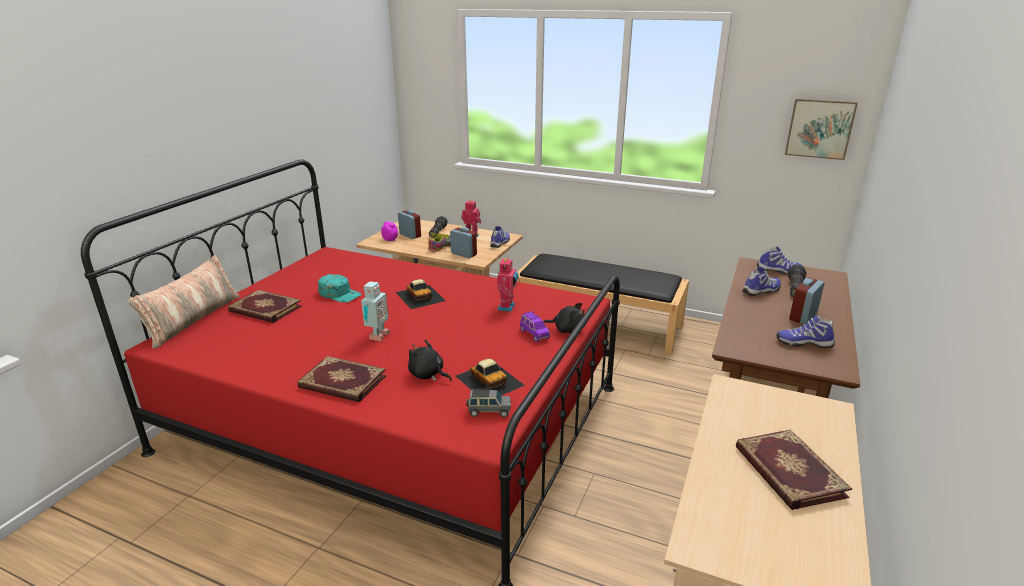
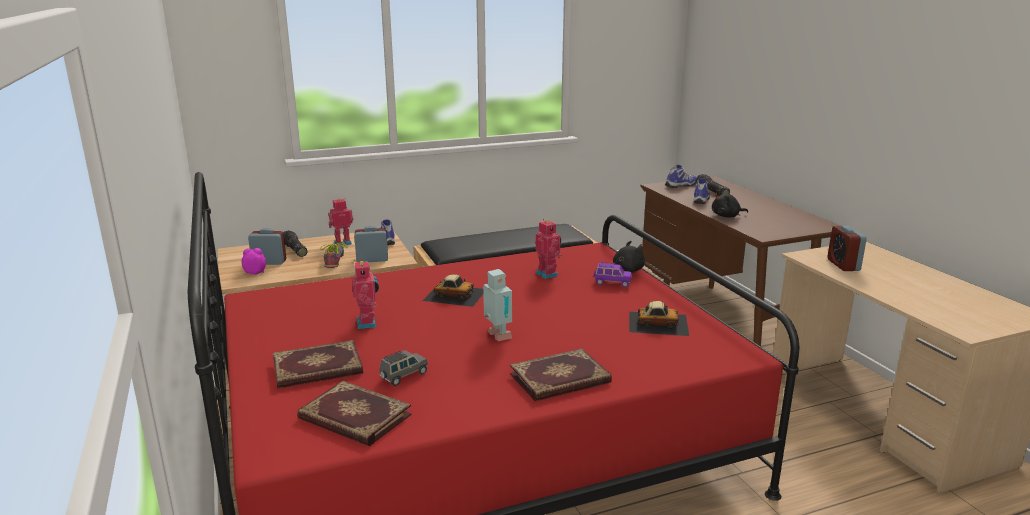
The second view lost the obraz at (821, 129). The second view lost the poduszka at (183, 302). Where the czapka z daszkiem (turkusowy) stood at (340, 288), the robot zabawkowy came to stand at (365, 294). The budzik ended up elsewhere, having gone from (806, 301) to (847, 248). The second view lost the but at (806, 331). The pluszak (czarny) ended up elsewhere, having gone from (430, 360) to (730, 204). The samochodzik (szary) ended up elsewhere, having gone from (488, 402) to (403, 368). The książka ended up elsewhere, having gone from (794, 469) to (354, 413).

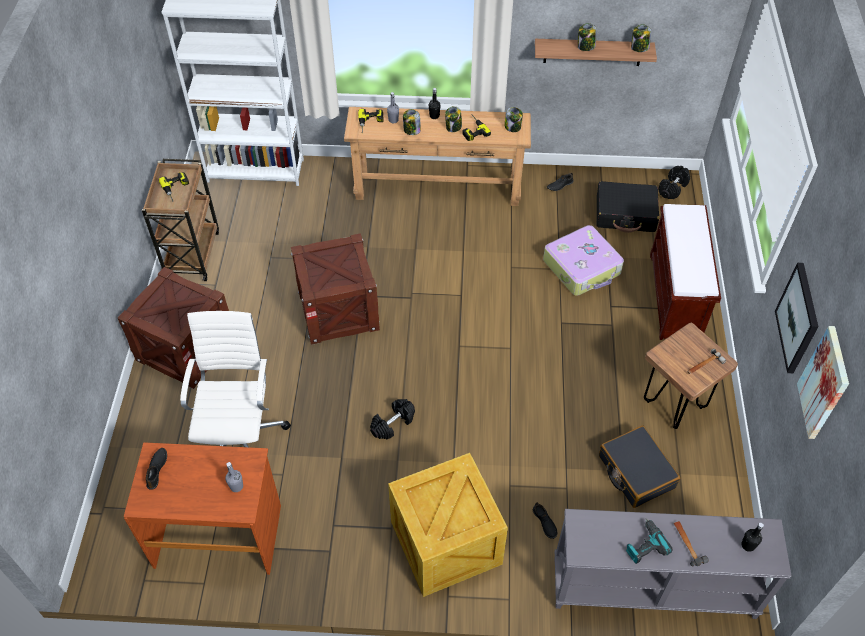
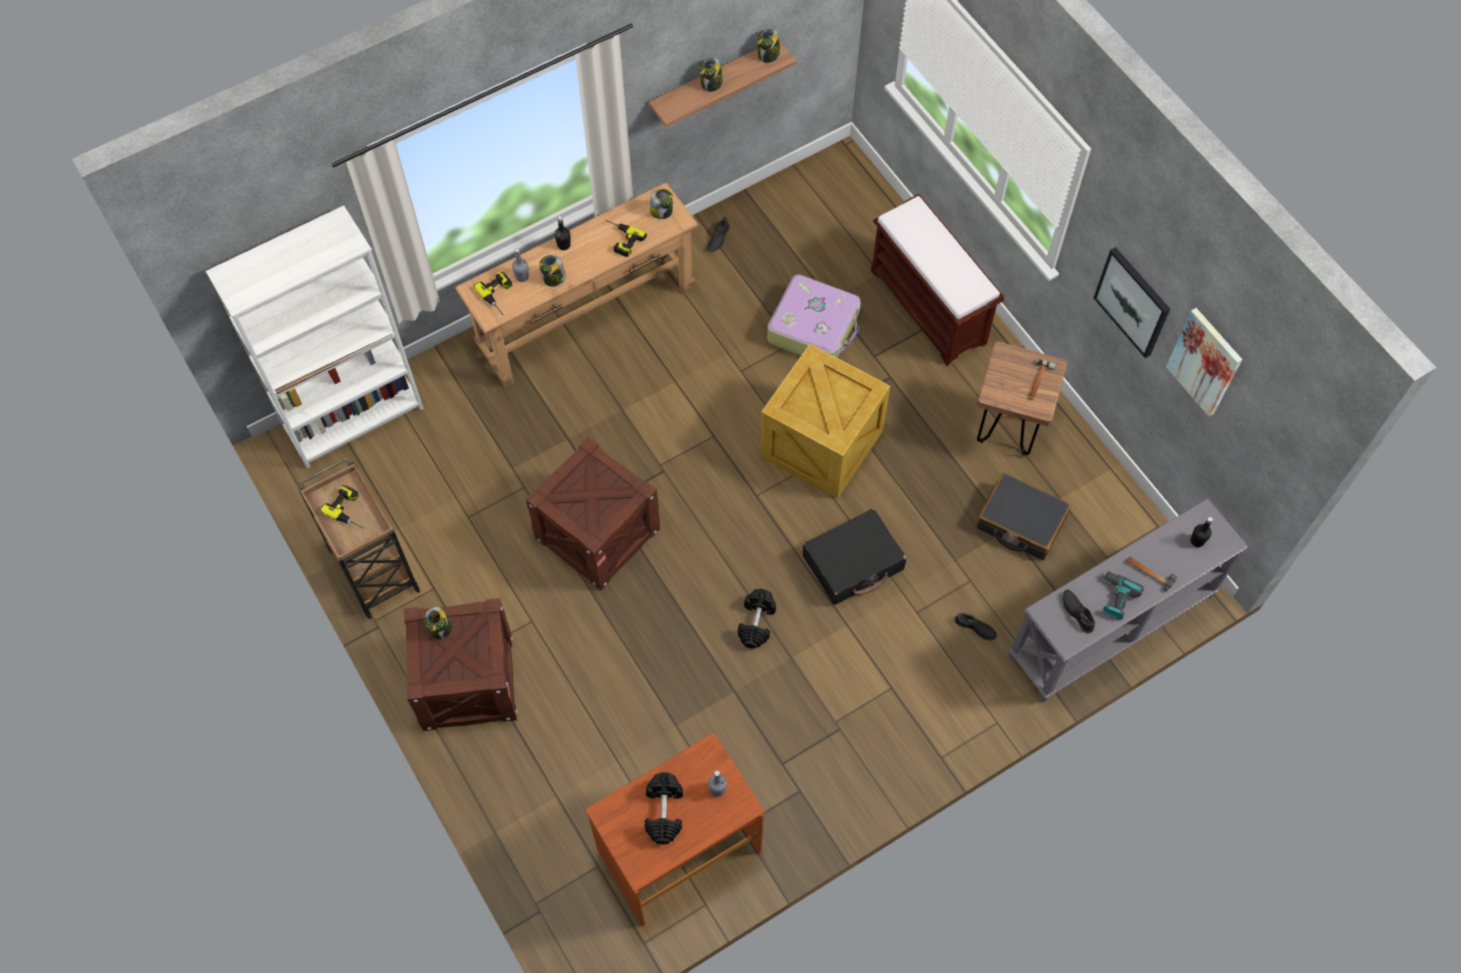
The słoik ended up elsewhere, having gone from (453, 119) to (438, 623). The hantel (czarny) ended up elsewhere, having gone from (674, 182) to (663, 808). The walizka (czarny) ended up elsewhere, having gone from (628, 207) to (854, 557). The second view lost the krzesło biurowe (biały) at (235, 379). The but (czarny) ended up elsewhere, having gone from (156, 468) to (1078, 611). The skrzynka ended up elsewhere, having gone from (448, 525) to (825, 421).

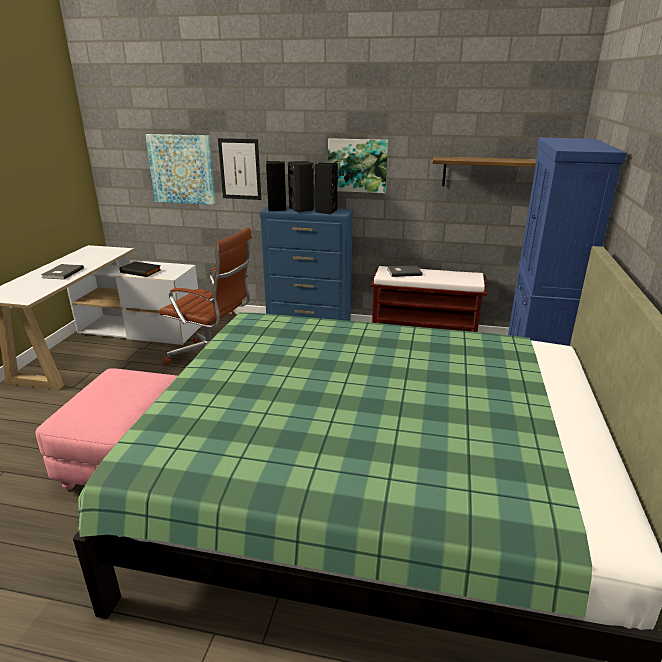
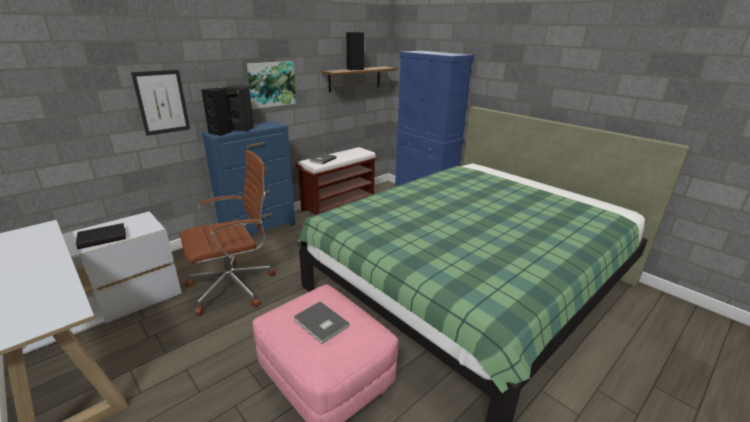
The second view lost the obraz at (180, 169). The głośnik (czarny) ended up elsewhere, having gone from (326, 188) to (355, 51). The książka (szary) ended up elsewhere, having gone from (62, 272) to (321, 323).

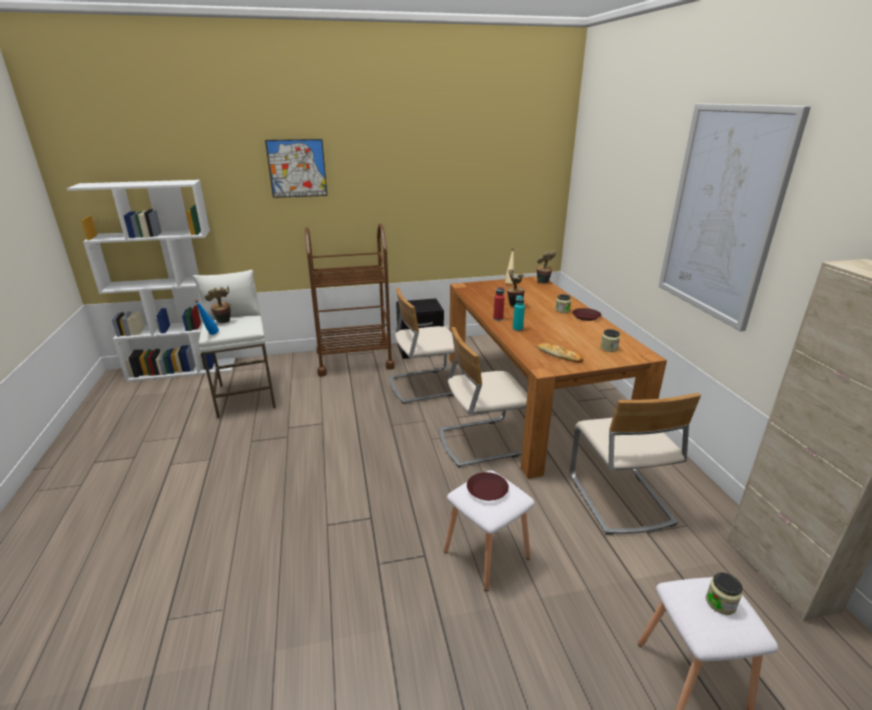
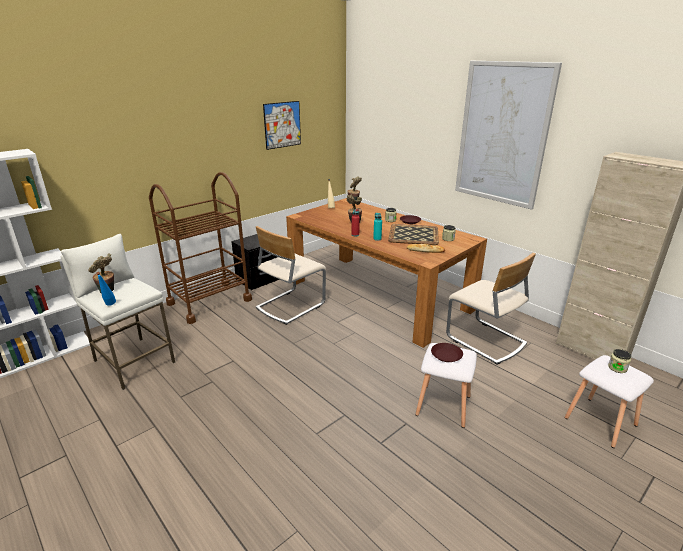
The obraz ended up elsewhere, having gone from (296, 168) to (282, 125). The second view lost the krzesło (beżowy) at (483, 397). The second view gained the taca at (413, 234).

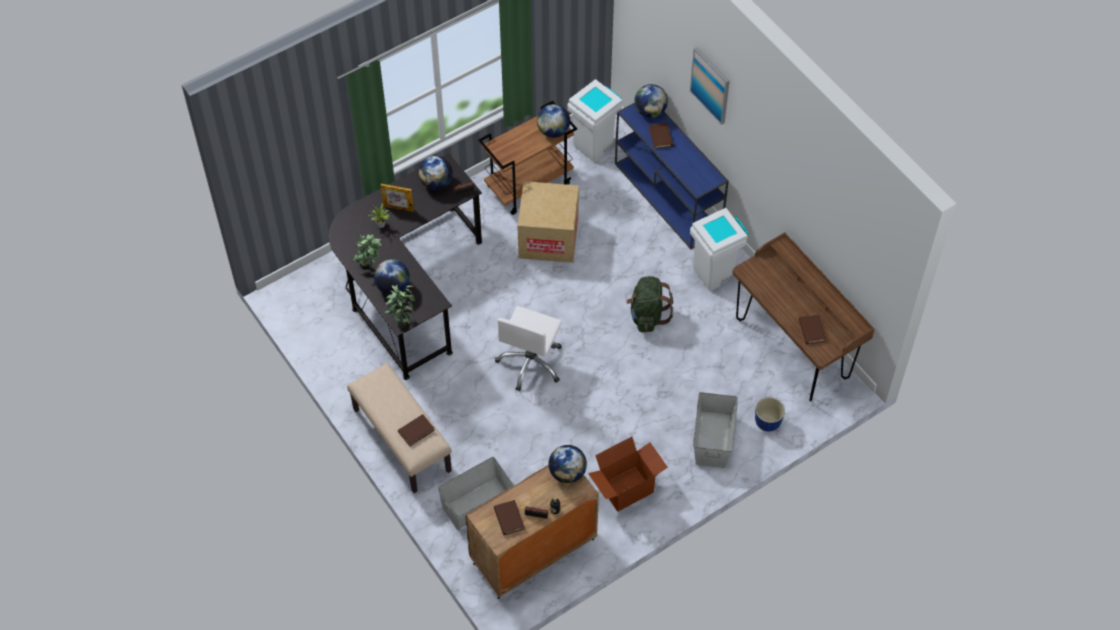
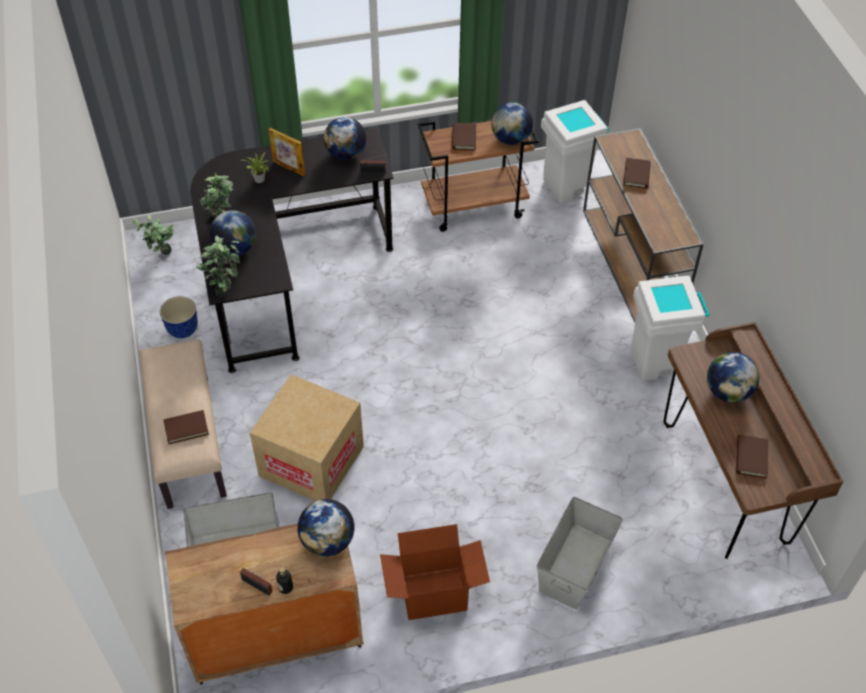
The second view lost the obraz at (710, 86). The globus ended up elsewhere, having gone from (651, 101) to (733, 377). What was the stolik konsolowy (niebieski) at (672, 176) turned into the stolik konsolowy (brązowy) at (643, 225). The karton ended up elsewhere, having gone from (548, 222) to (307, 437). The second view lost the plecak (zielony) at (649, 304). The second view lost the krzesło biurowe (biały) at (528, 348). The donica ended up elsewhere, having gone from (770, 414) to (179, 317). The książka (brązowy) ended up elsewhere, having gone from (509, 517) to (464, 136). The second view gained the roślina doniczkowa at (154, 235).

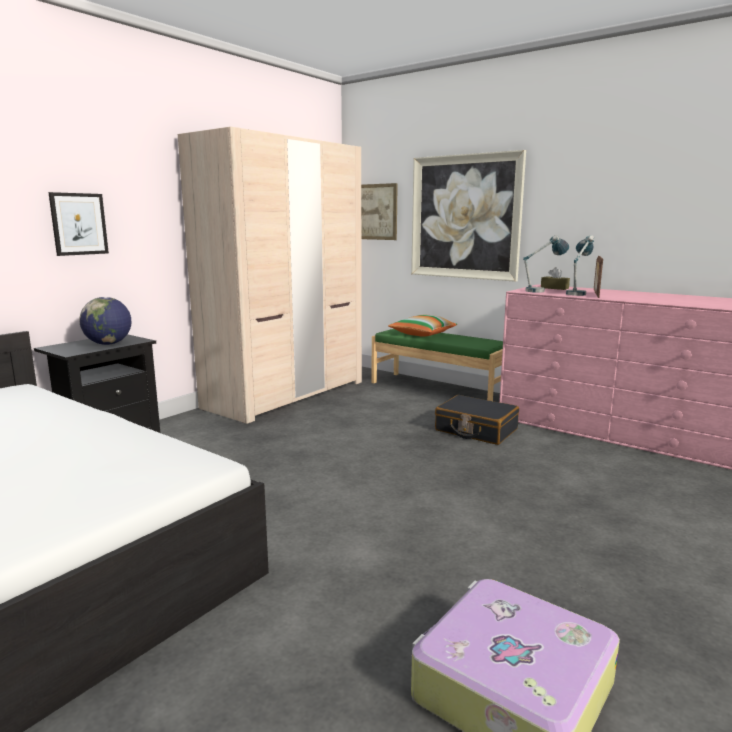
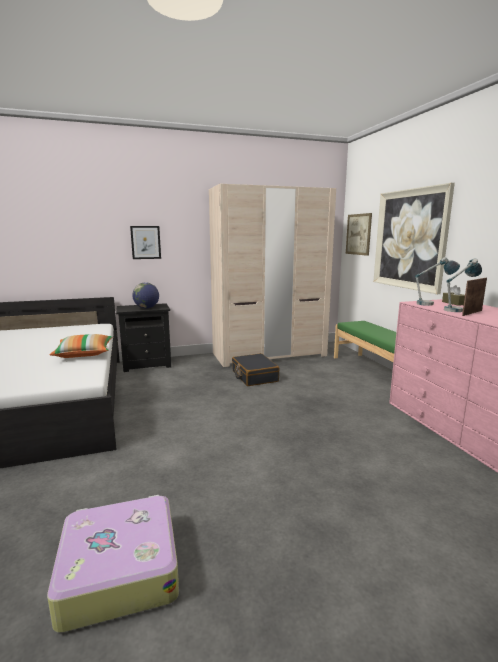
The poduszka ended up elsewhere, having gone from (422, 326) to (81, 346). The walizka (czarny) ended up elsewhere, having gone from (477, 420) to (256, 369).

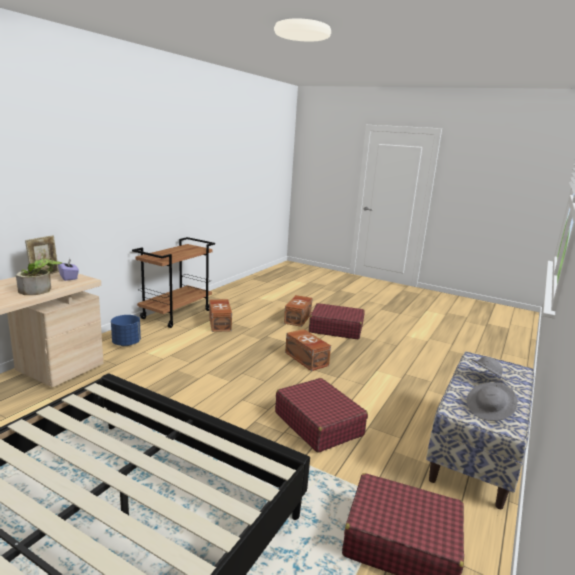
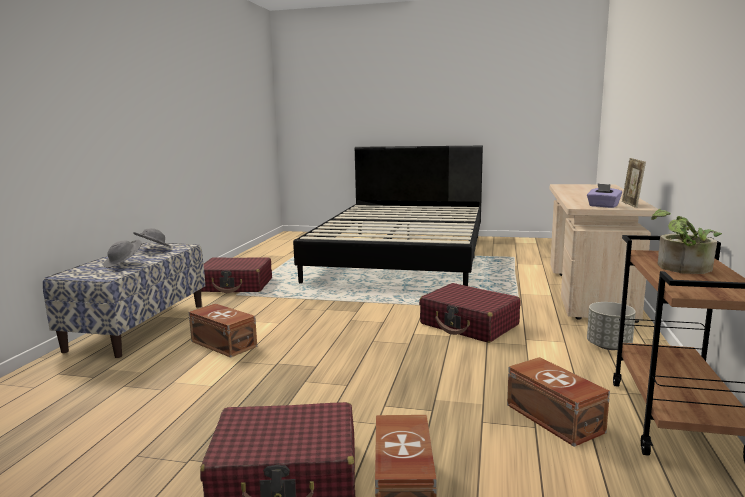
The roślina doniczkowa ended up elsewhere, having gone from (39, 277) to (686, 241). What was the donica (niebieski) at (126, 330) turned into the donica (szary) at (611, 326). The pojemnik do przechowywania (brązowy) ended up elsewhere, having gone from (308, 350) to (223, 330). The walizka (czerwony) ended up elsewhere, having gone from (321, 415) to (470, 313).

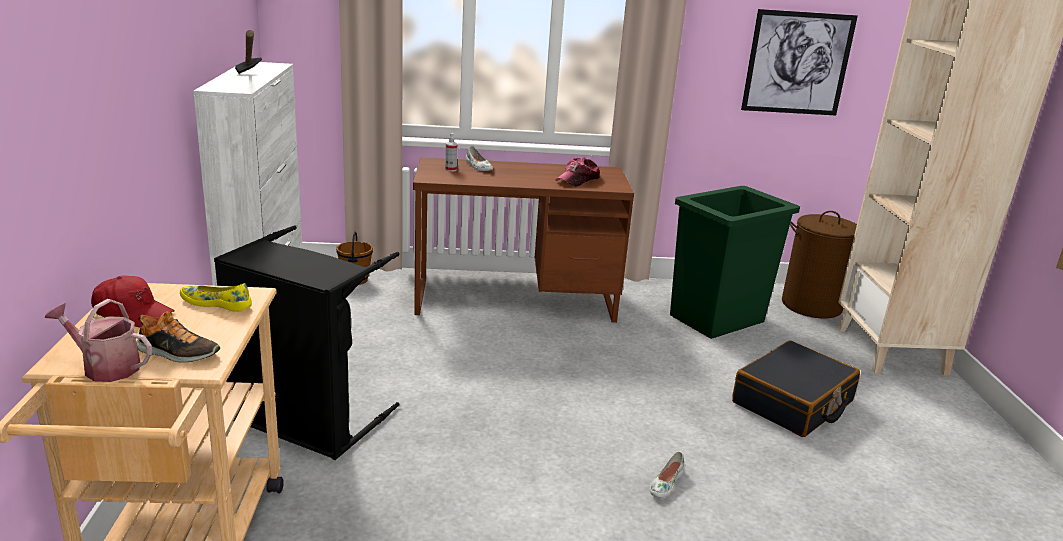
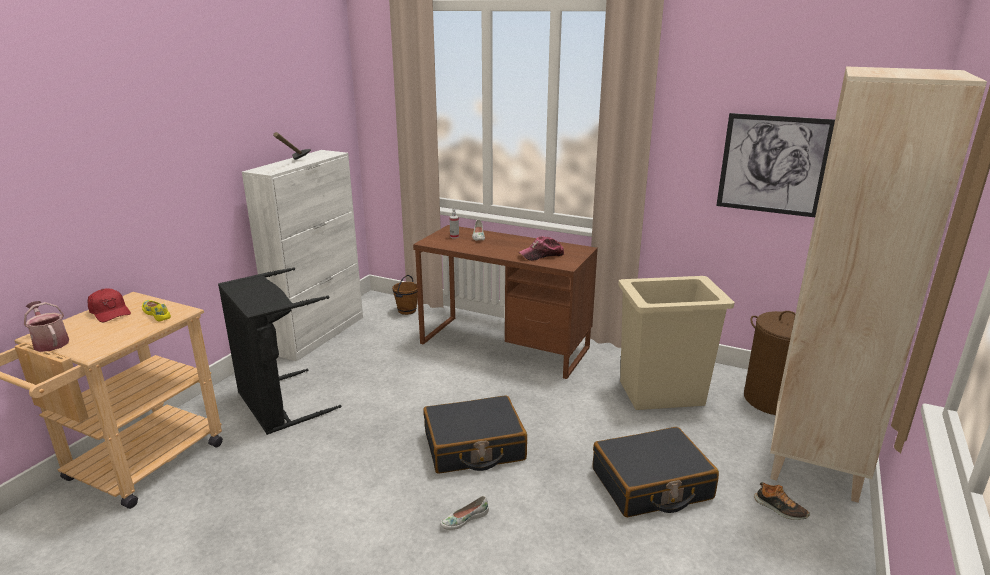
What was the kosz na śmieci (zielony) at (735, 262) turned into the kosz na śmieci (beżowy) at (676, 343). The but ended up elsewhere, having gone from (178, 337) to (782, 501). The second view gained the walizka (czarny) at (475, 434).

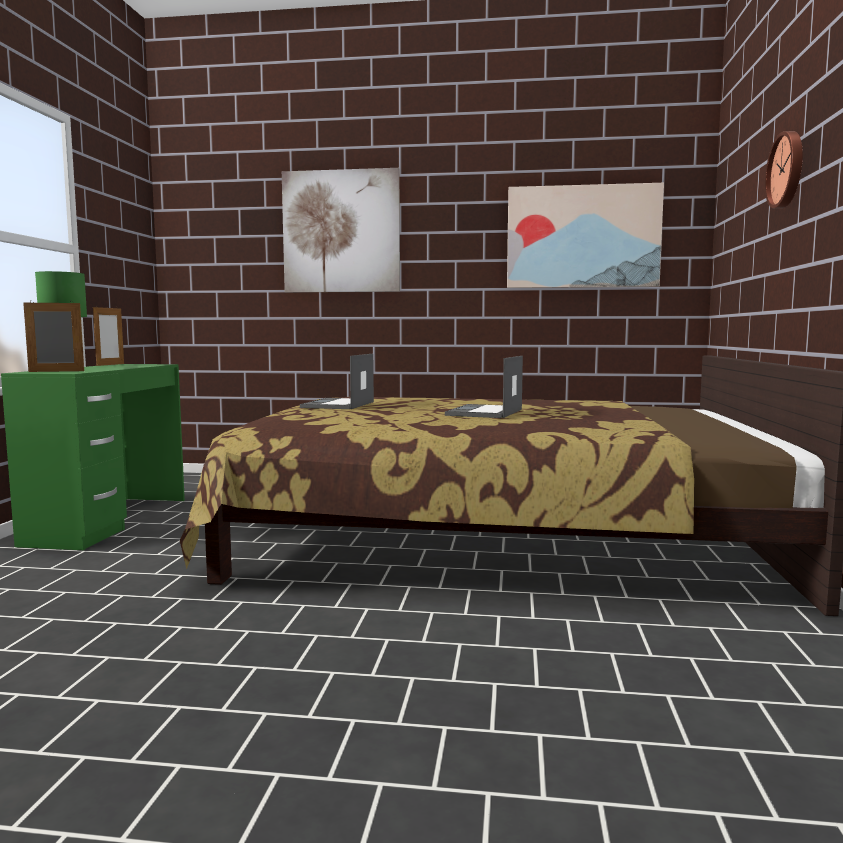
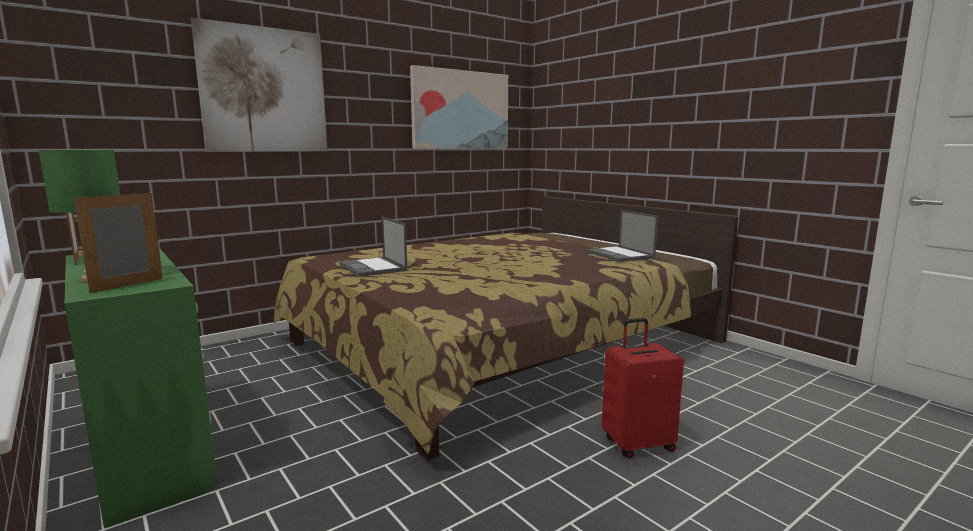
The second view lost the zegar ścienny at (784, 169). The laptop ended up elsewhere, having gone from (484, 387) to (621, 236). The second view gained the walizka (czerwony) at (643, 388).

